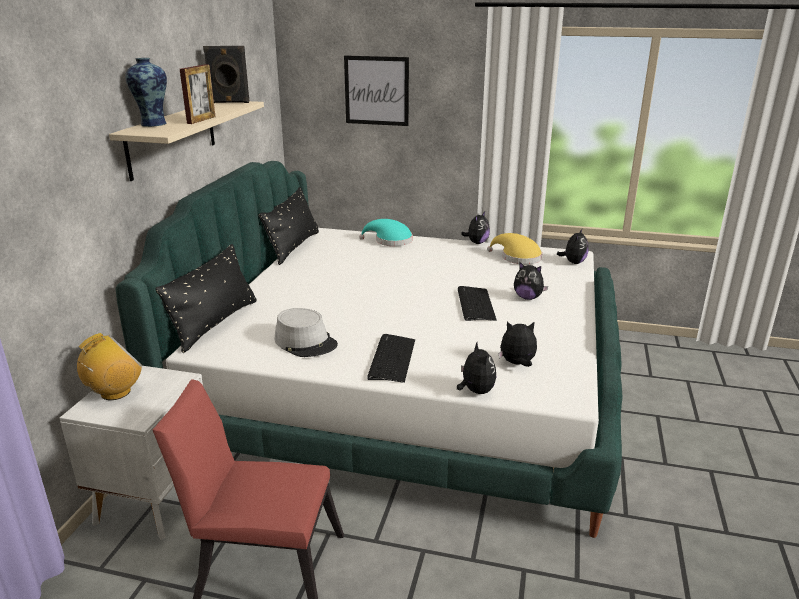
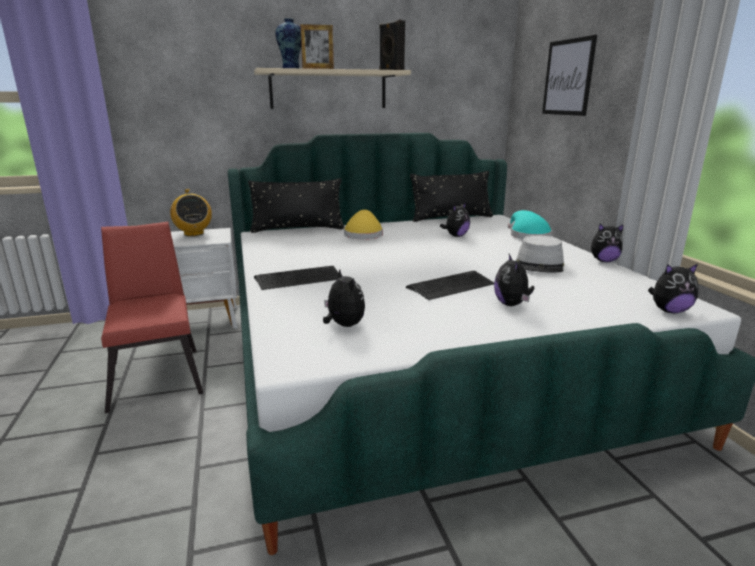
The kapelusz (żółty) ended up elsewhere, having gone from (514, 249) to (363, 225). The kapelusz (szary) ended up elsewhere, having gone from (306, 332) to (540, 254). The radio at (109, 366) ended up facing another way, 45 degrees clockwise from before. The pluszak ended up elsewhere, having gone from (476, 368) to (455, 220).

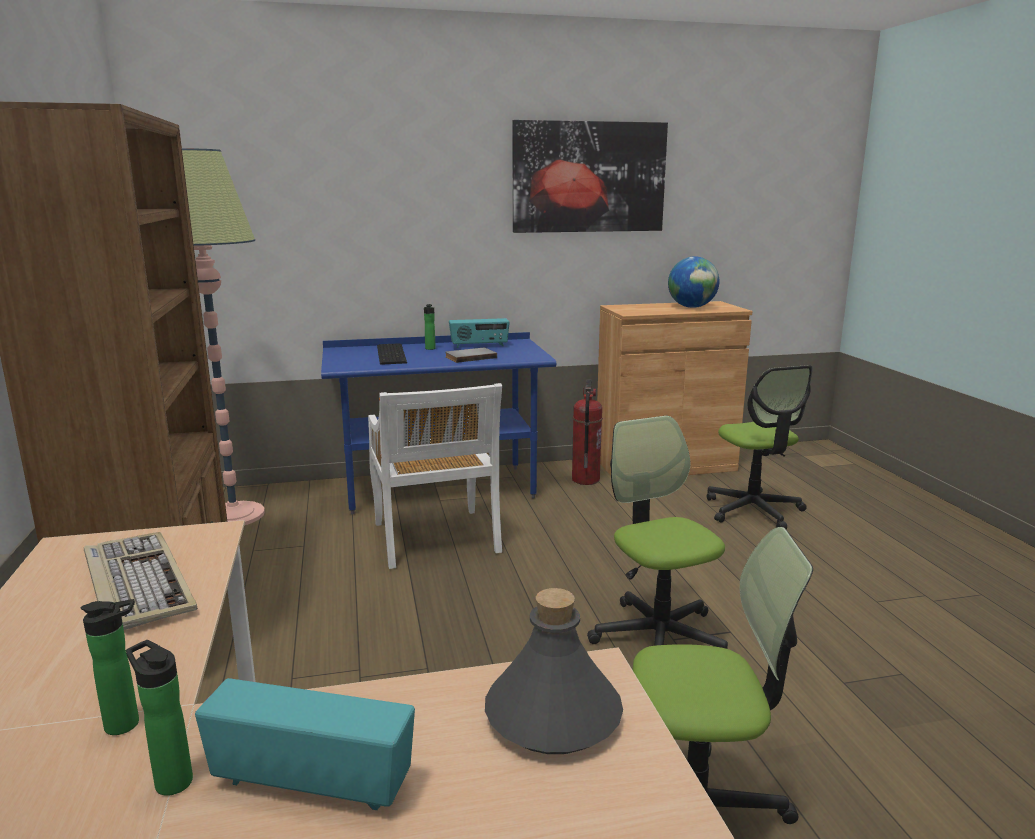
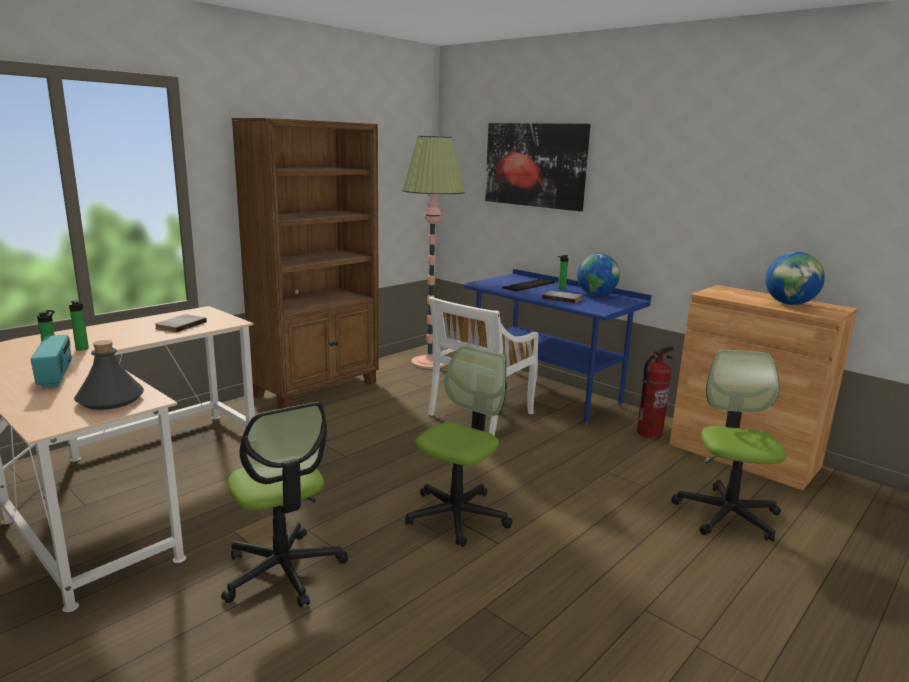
The obraz ended up elsewhere, having gone from (590, 176) to (538, 167). Where the radio stood at (479, 333), the globus came to stand at (598, 274). The krzesło biurowe at (760, 447) ended up facing another way, 150 degrees clockwise from before. Where the klawiatura stood at (141, 581), the książka (szary) came to stand at (181, 323).

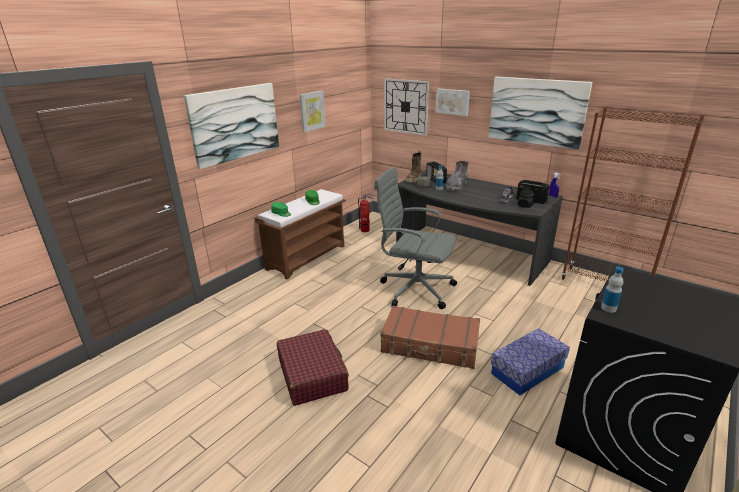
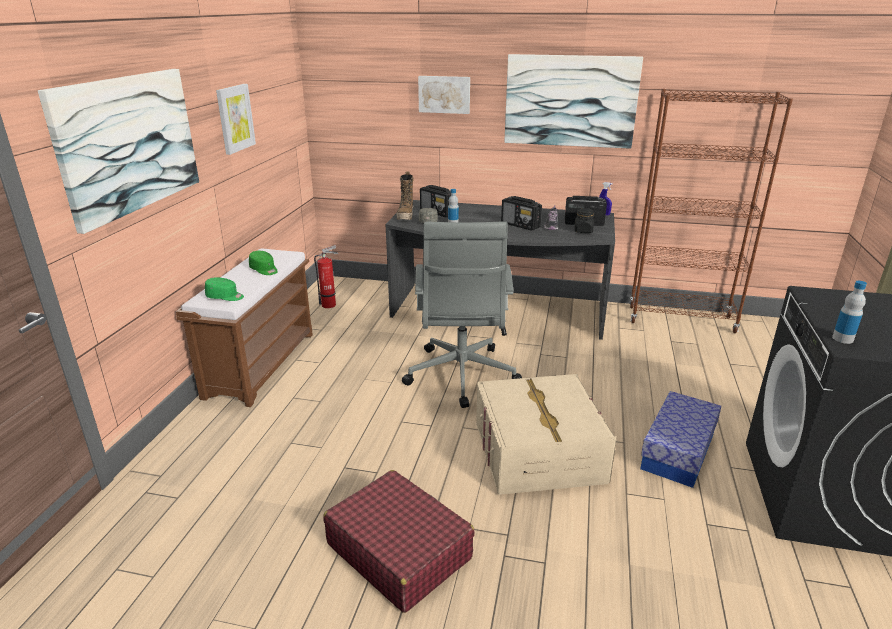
The second view lost the zegar ścienny at (406, 107). The second view lost the but z cholewką (szary) at (457, 176). The krzesło biurowe (szary) at (415, 238) ended up facing another way, 90 degrees counterclockwise from before. Where the walizka (brązowy) stood at (430, 337), the pojemnik do przechowywania (beżowy) came to stand at (546, 434). The second view gained the radio at (521, 213).

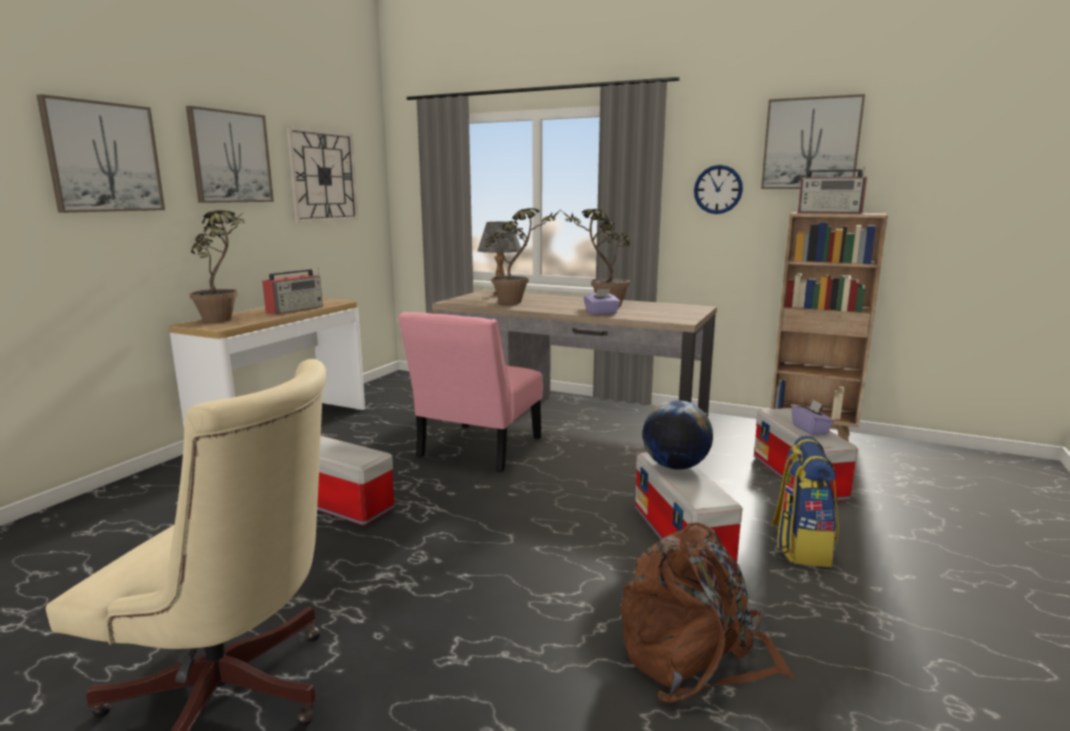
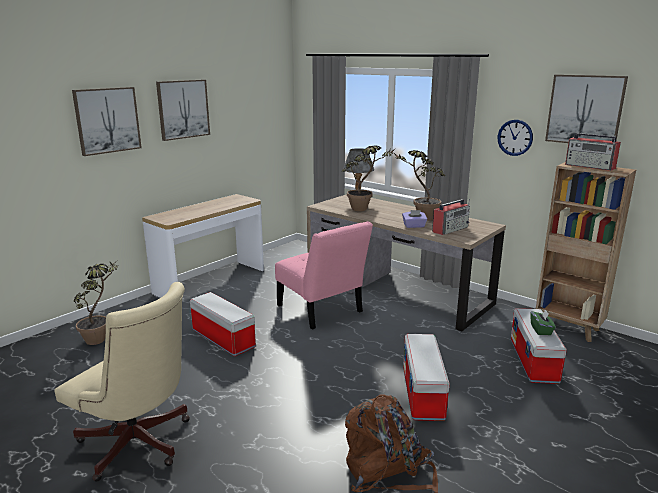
The second view lost the zegar ścienny at (322, 174). The roślina doniczkowa ended up elsewhere, having gone from (217, 266) to (97, 301). The radio ended up elsewhere, having gone from (292, 291) to (451, 217). The krzesło (różowy) at (470, 392) ended up facing another way, 75 degrees counterclockwise from before. The second view lost the globus at (677, 435). What was the pudełko chusteczek (fioletowy) at (813, 417) turned into the pudełko chusteczek (zielony) at (543, 322). The second view lost the plecak at (805, 501).

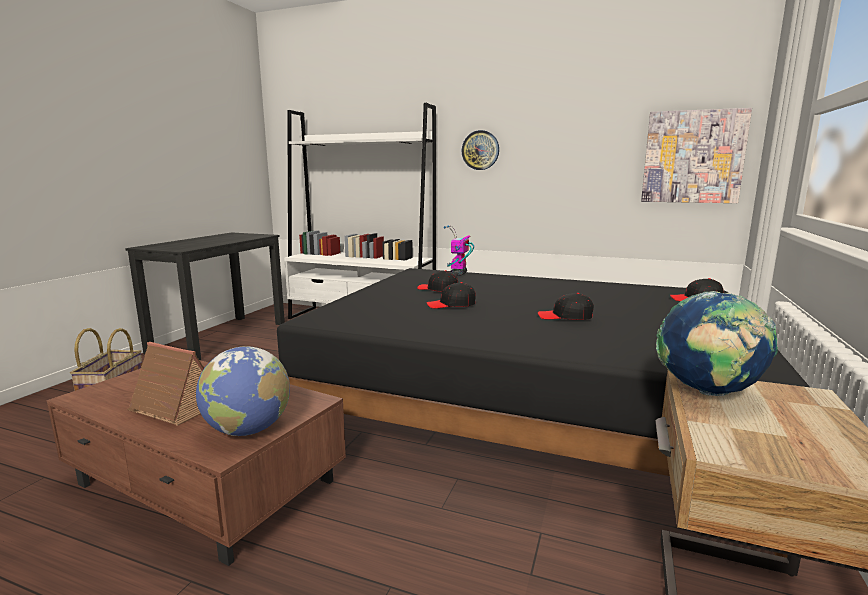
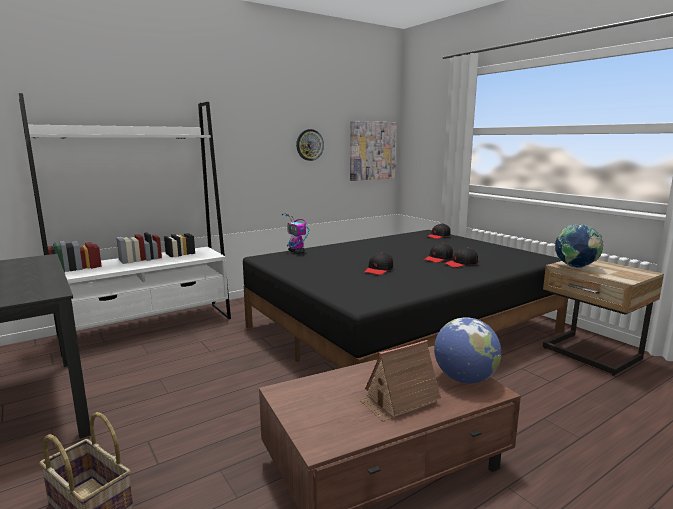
The zegar ścienny ended up elsewhere, having gone from (480, 150) to (310, 145). The czapka z daszkiem (czarny) ended up elsewhere, having gone from (437, 281) to (461, 257).

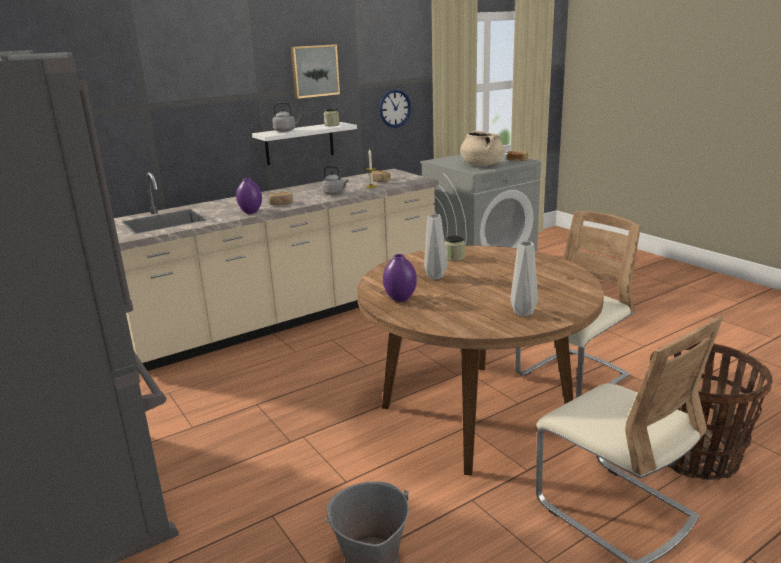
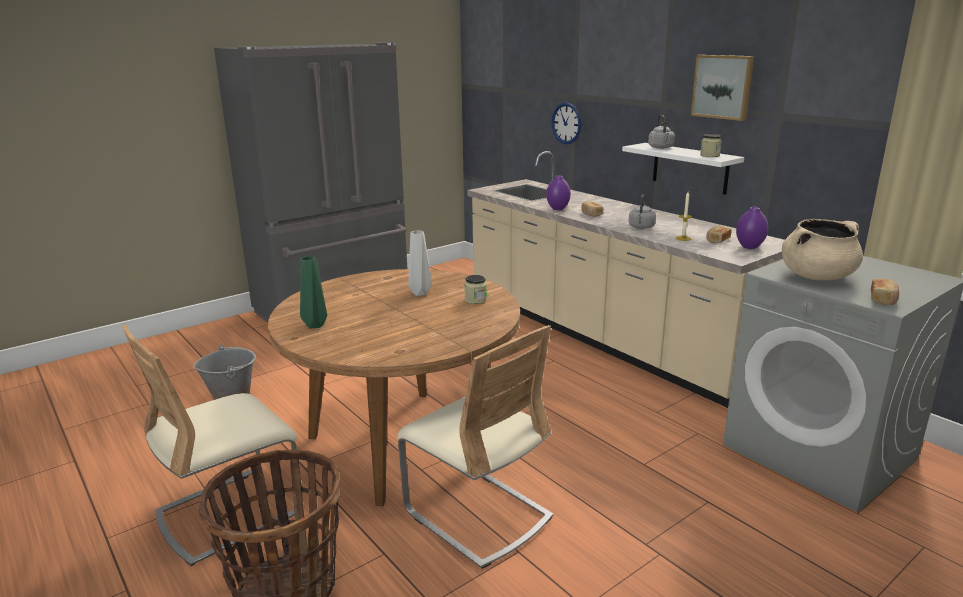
The zegar ścienny ended up elsewhere, having gone from (395, 108) to (566, 123). What was the wazon (szary) at (524, 279) turned into the wazon (zielony) at (313, 292). The wazon (fioletowy) ended up elsewhere, having gone from (400, 278) to (752, 228).

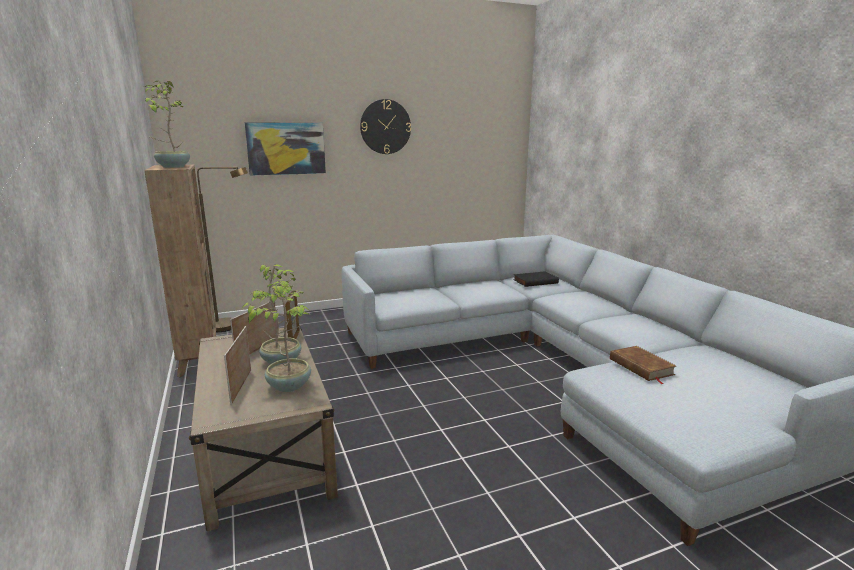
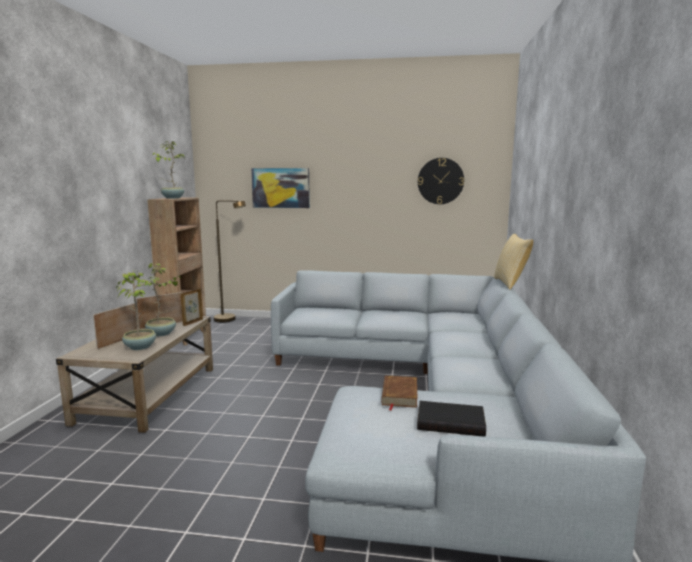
The zegar ścienny ended up elsewhere, having gone from (385, 126) to (441, 181). The książka (czarny) ended up elsewhere, having gone from (536, 279) to (451, 419). The second view gained the poduszka at (513, 262).

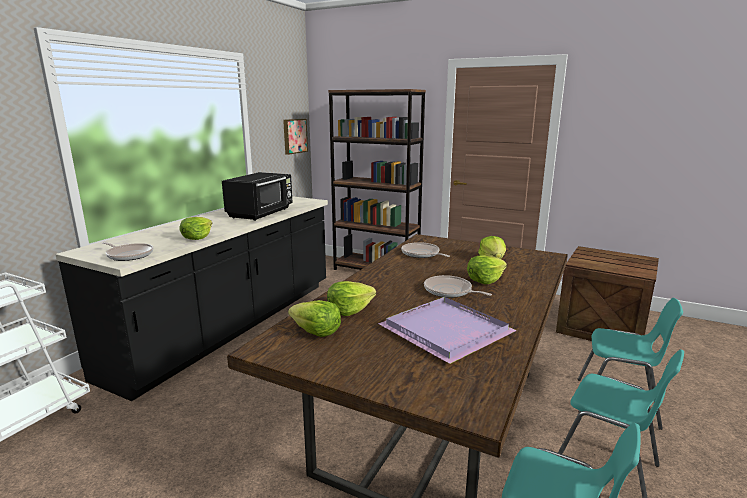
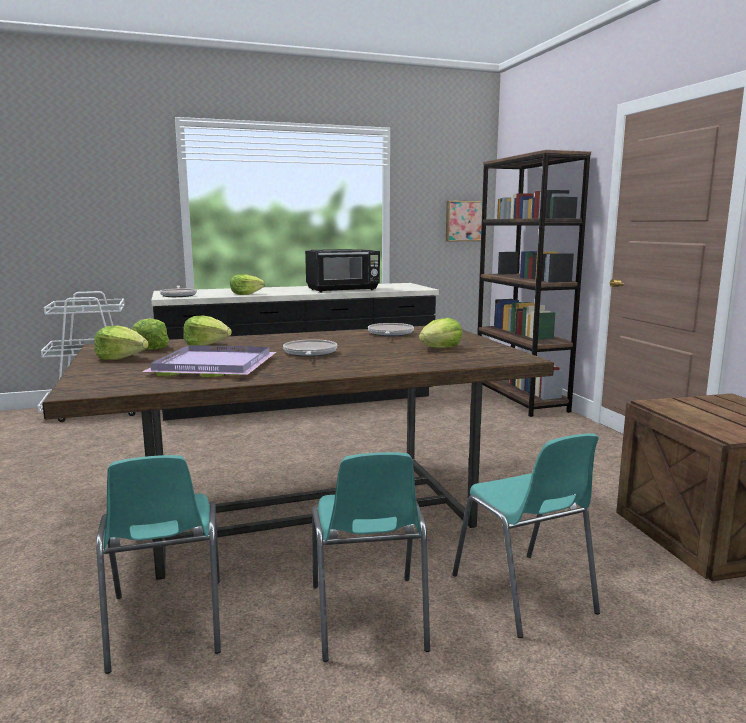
The sałata ended up elsewhere, having gone from (487, 269) to (121, 343).

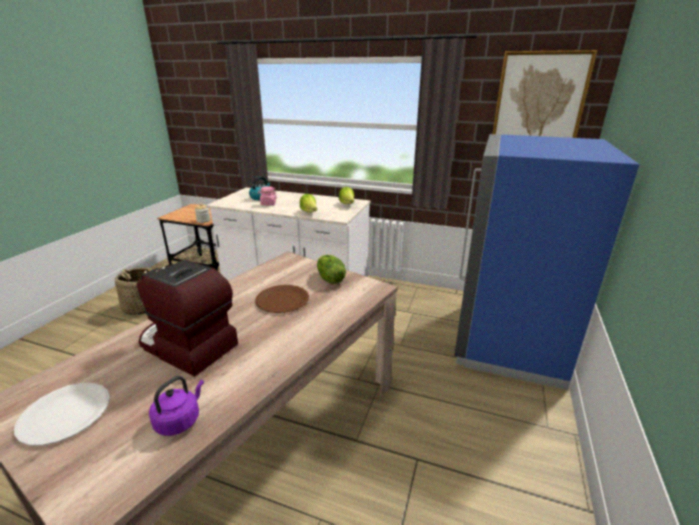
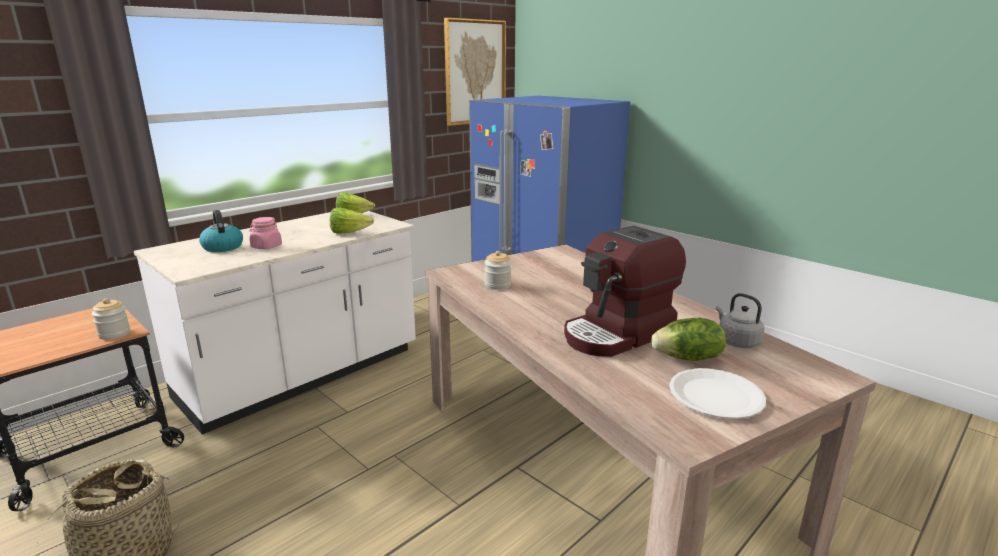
The sałata ended up elsewhere, having gone from (331, 269) to (688, 339). The second view lost the talerz (brązowy) at (282, 299). What was the czajnik (fioletowy) at (176, 406) turned into the czajnik (szary) at (740, 320). The second view gained the słoik at (498, 270).

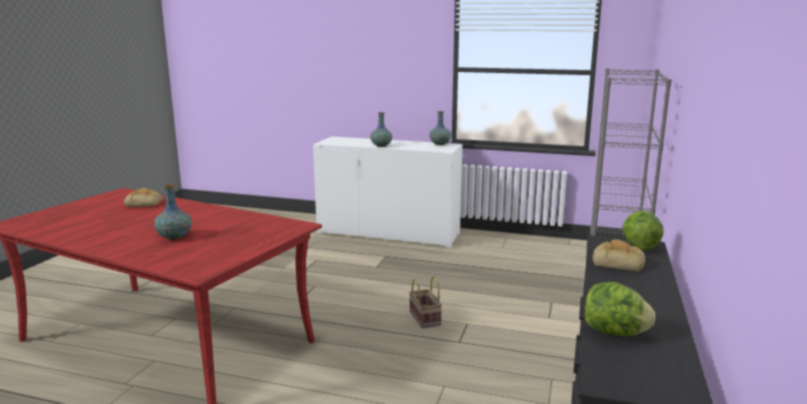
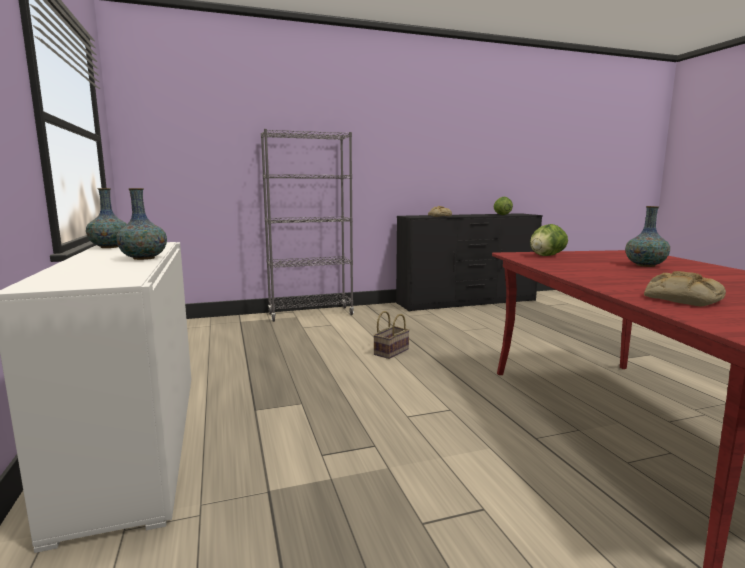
The sałata ended up elsewhere, having gone from (643, 230) to (549, 240).

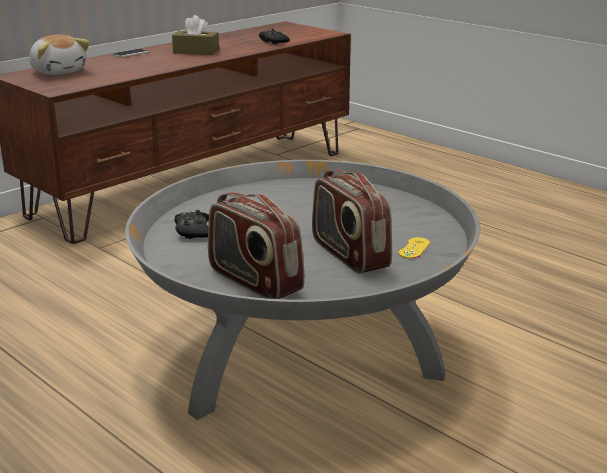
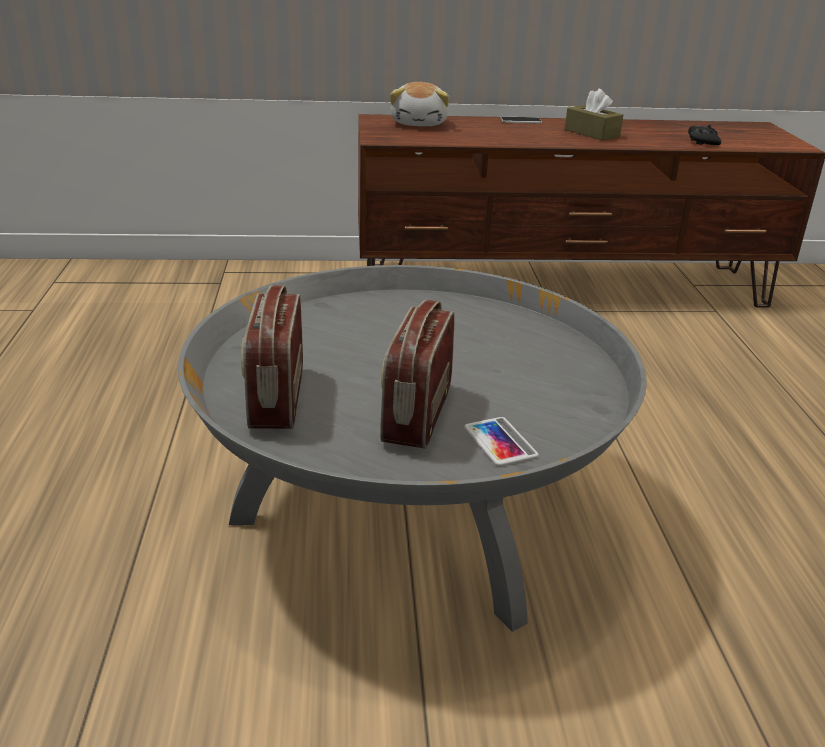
The second view lost the pad do gier (czarny) at (191, 224). Where the pad do gier (żółty) stood at (414, 248), the telefon came to stand at (501, 441).

